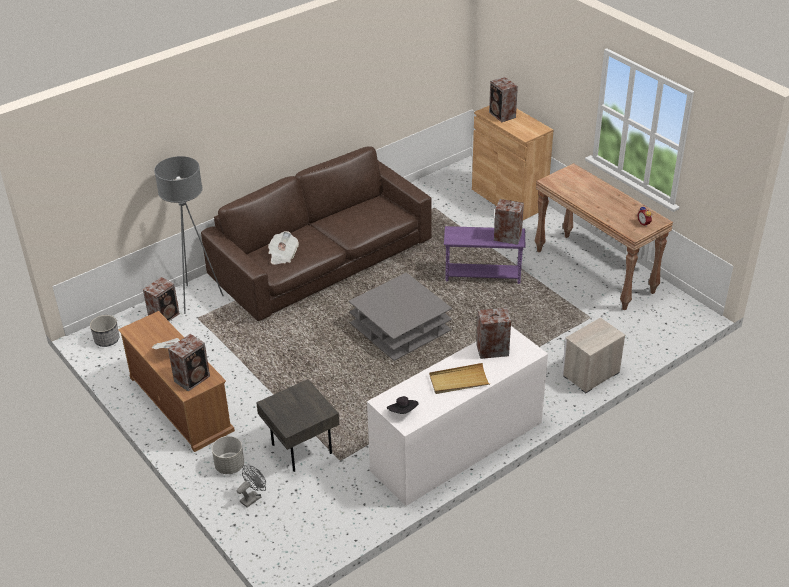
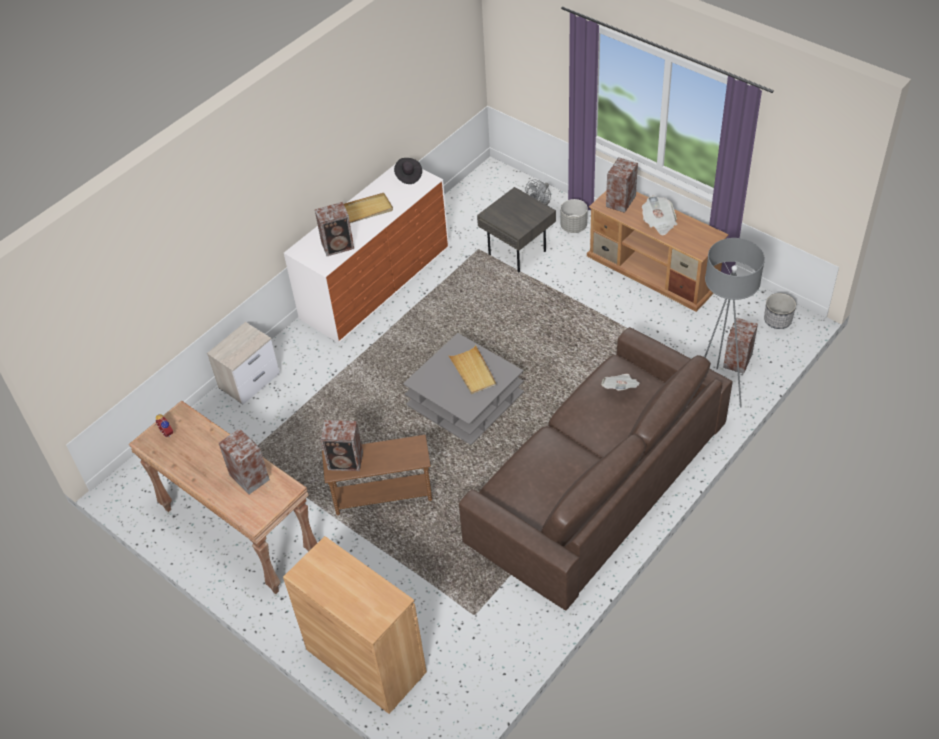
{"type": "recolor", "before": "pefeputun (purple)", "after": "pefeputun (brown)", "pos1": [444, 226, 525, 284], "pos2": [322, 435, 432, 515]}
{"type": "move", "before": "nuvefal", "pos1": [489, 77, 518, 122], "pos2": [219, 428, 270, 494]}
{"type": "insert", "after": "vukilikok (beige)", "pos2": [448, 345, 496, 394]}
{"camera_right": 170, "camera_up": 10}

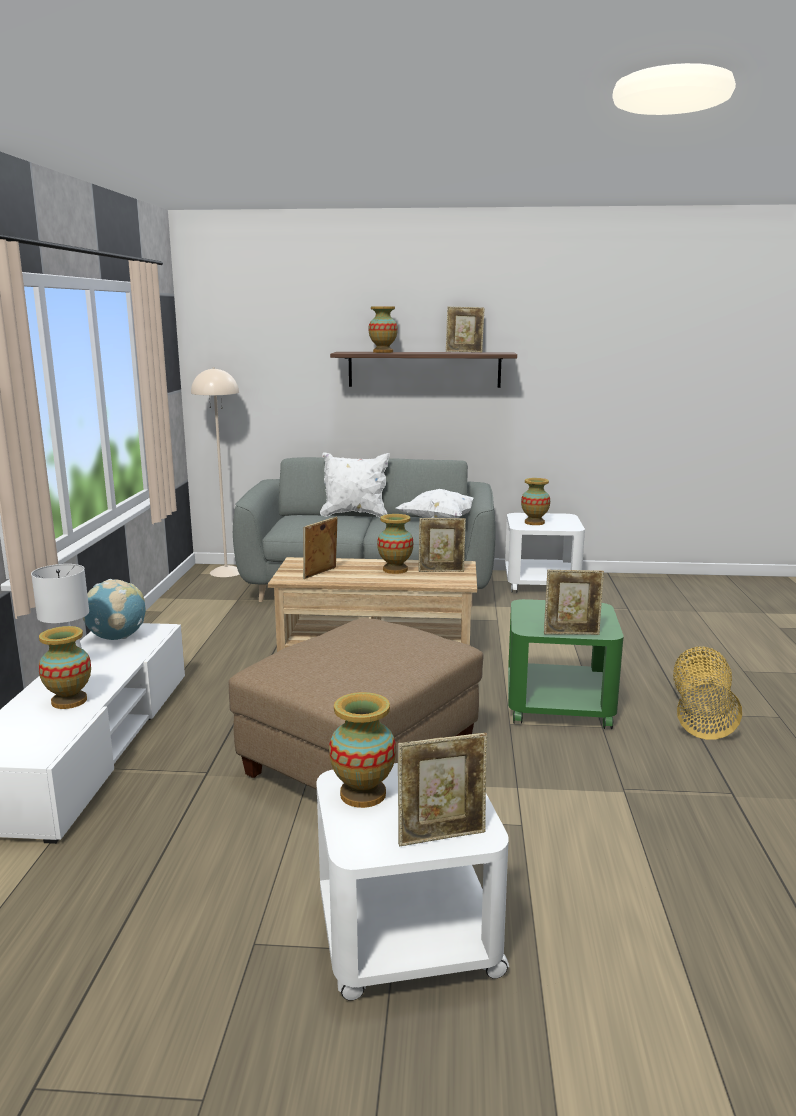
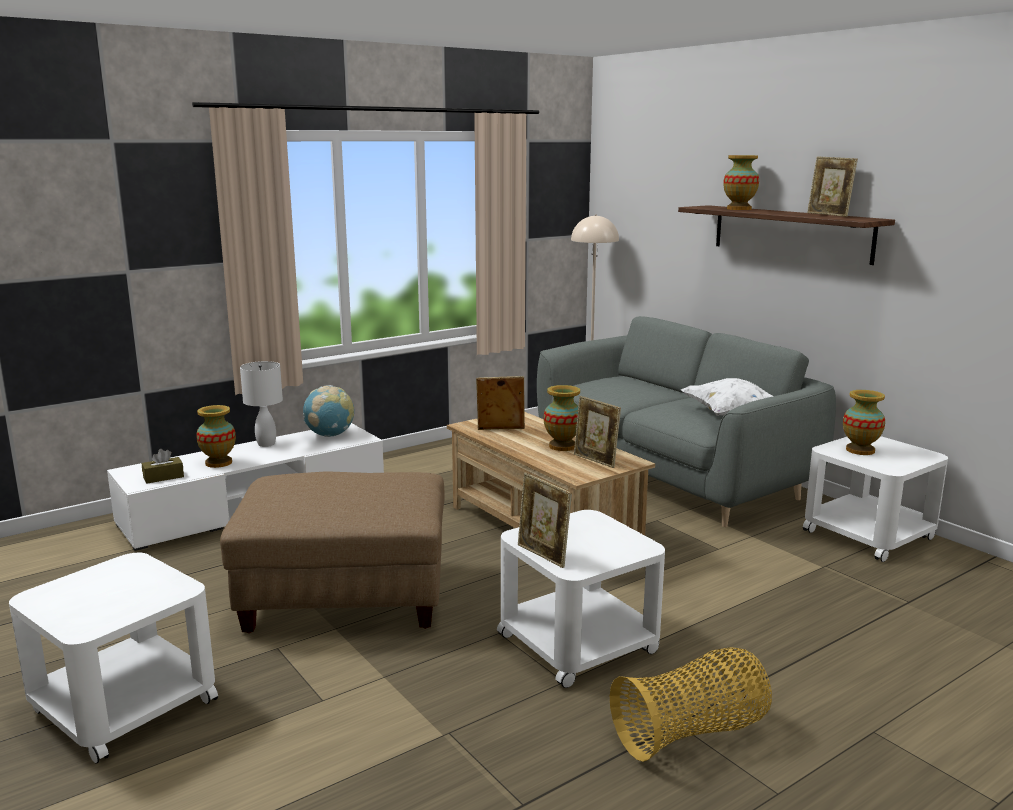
{"type": "delete", "before": "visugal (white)", "pos1": [320, 452, 390, 517]}
{"type": "delete", "before": "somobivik", "pos1": [329, 692, 396, 808]}
{"type": "delete", "before": "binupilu", "pos1": [398, 733, 487, 847]}
{"type": "recolor", "before": "pefeputun (green)", "after": "pefeputun (white)", "pos1": [508, 599, 624, 729], "pos2": [497, 510, 665, 688]}
{"type": "insert", "after": "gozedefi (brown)", "pos2": [142, 449, 184, 483]}
{"camera_right": 50, "camera_up": 0}

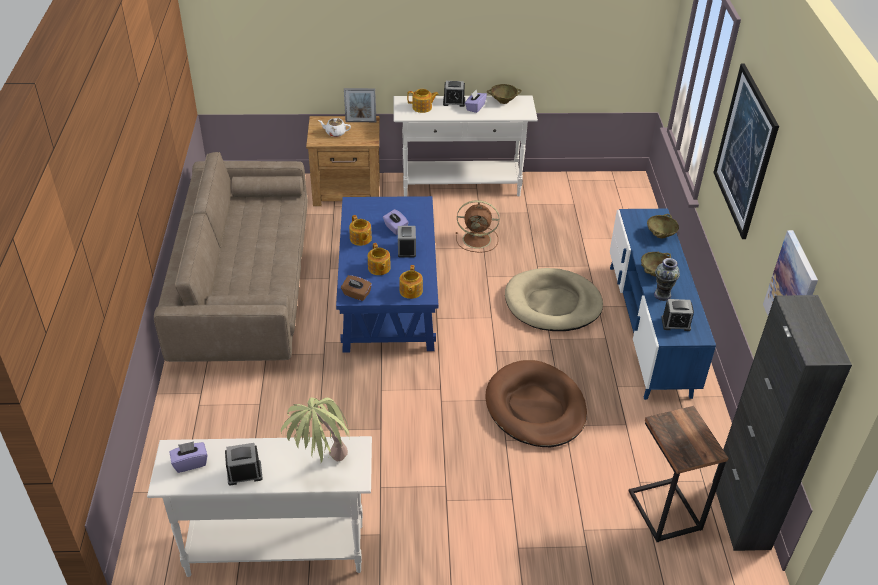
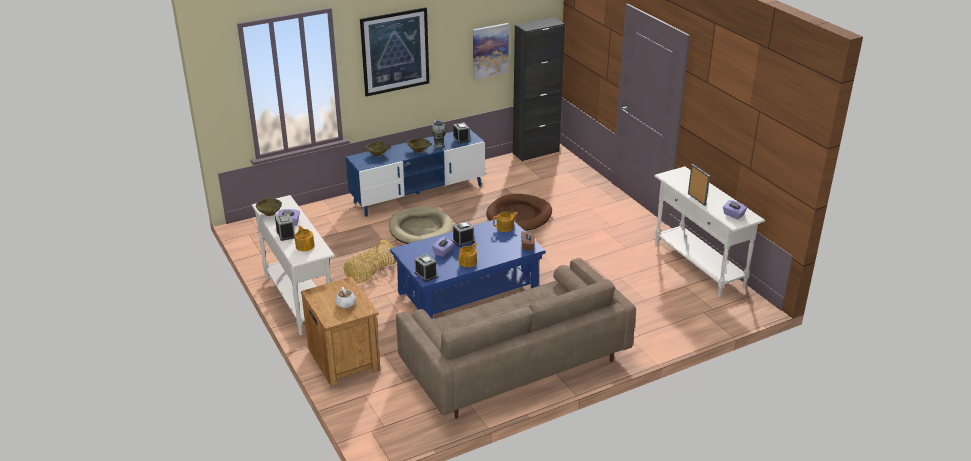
{"type": "move", "before": "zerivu", "pos1": [225, 443, 263, 486], "pos2": [414, 254, 437, 282]}
{"type": "delete", "before": "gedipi", "pos1": [281, 397, 350, 463]}
{"type": "move", "before": "binupilu", "pos1": [344, 88, 376, 122], "pos2": [688, 164, 710, 206]}
{"type": "delete", "before": "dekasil", "pos1": [368, 243, 391, 275]}
{"type": "replace", "before": "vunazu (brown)", "after": "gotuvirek", "pos1": [456, 200, 499, 253], "pos2": [344, 240, 396, 284]}
{"type": "delete", "before": "pefeputun", "pos1": [629, 406, 728, 542]}
{"camera_right": -115, "camera_up": -10}

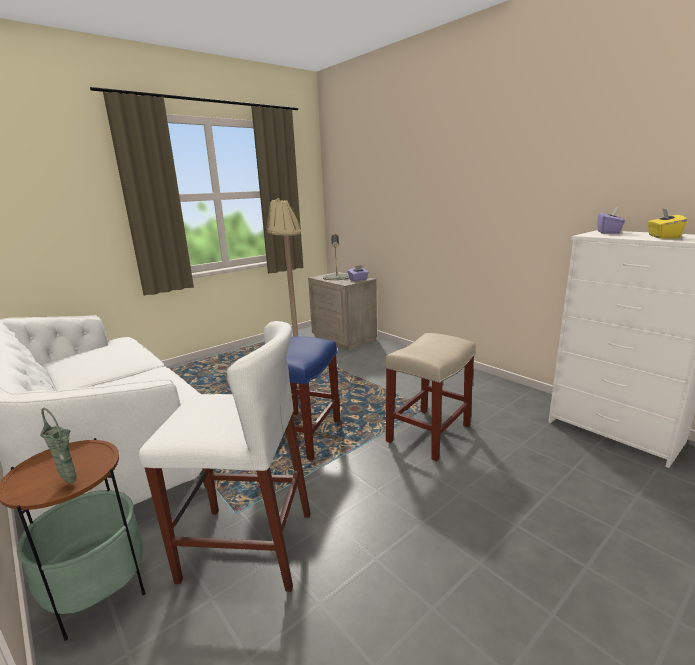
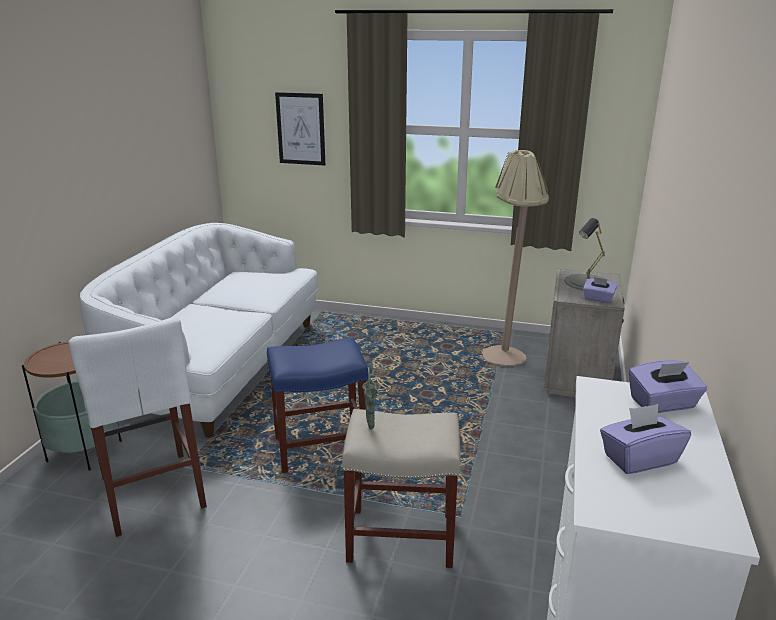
{"type": "move", "before": "somobivik (green)", "pos1": [40, 408, 76, 484], "pos2": [362, 367, 378, 430]}
{"type": "recolor", "before": "gozedefi (yellow)", "after": "gozedefi (purple)", "pos1": [648, 208, 688, 238], "pos2": [600, 404, 691, 474]}
{"type": "insert", "after": "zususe", "pos2": [275, 92, 325, 165]}
{"camera_right": 55, "camera_up": 5}

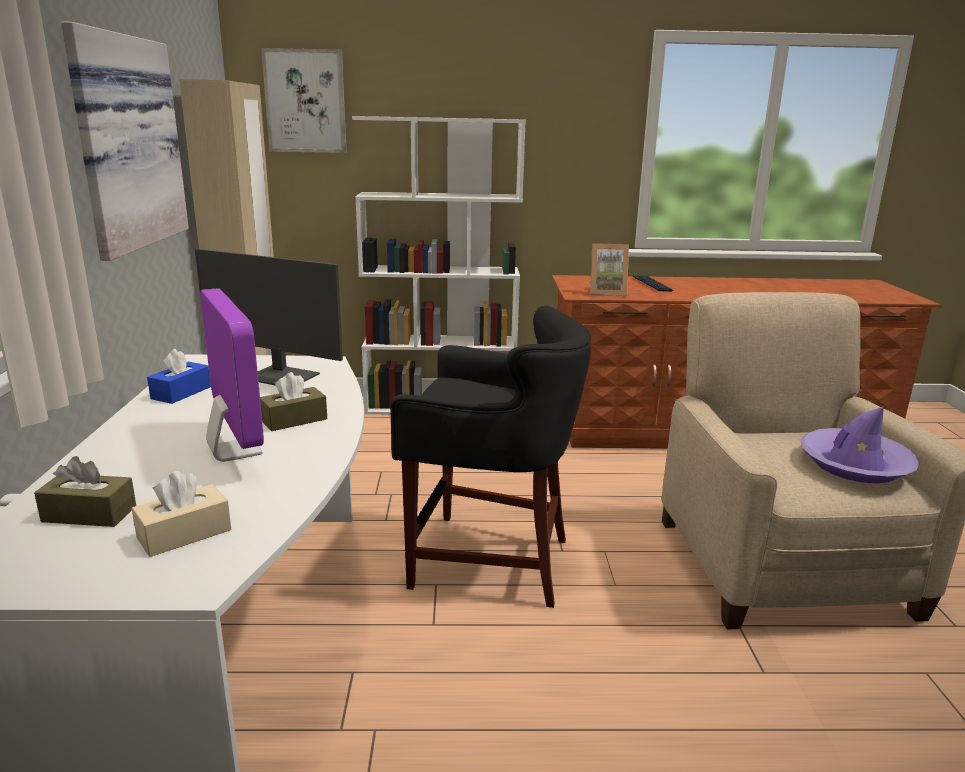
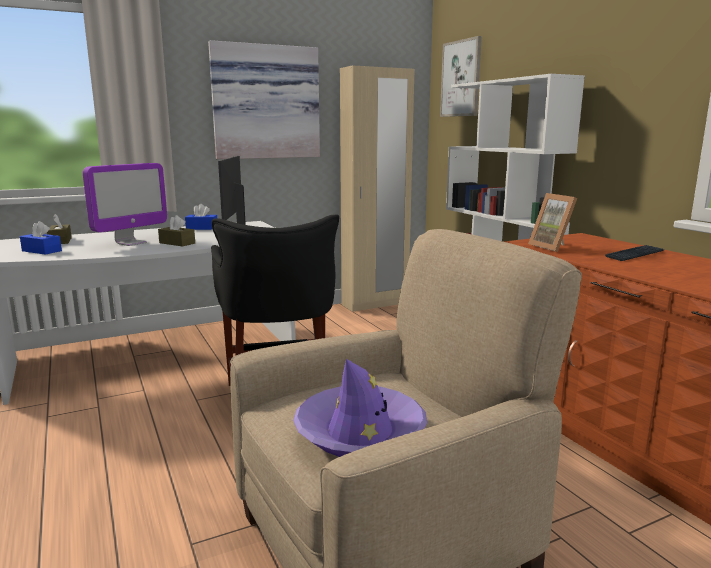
{"type": "recolor", "before": "gozedefi (beige)", "after": "gozedefi (blue)", "pos1": [132, 471, 231, 557], "pos2": [20, 221, 62, 255]}
{"camera_right": 65, "camera_up": -5}

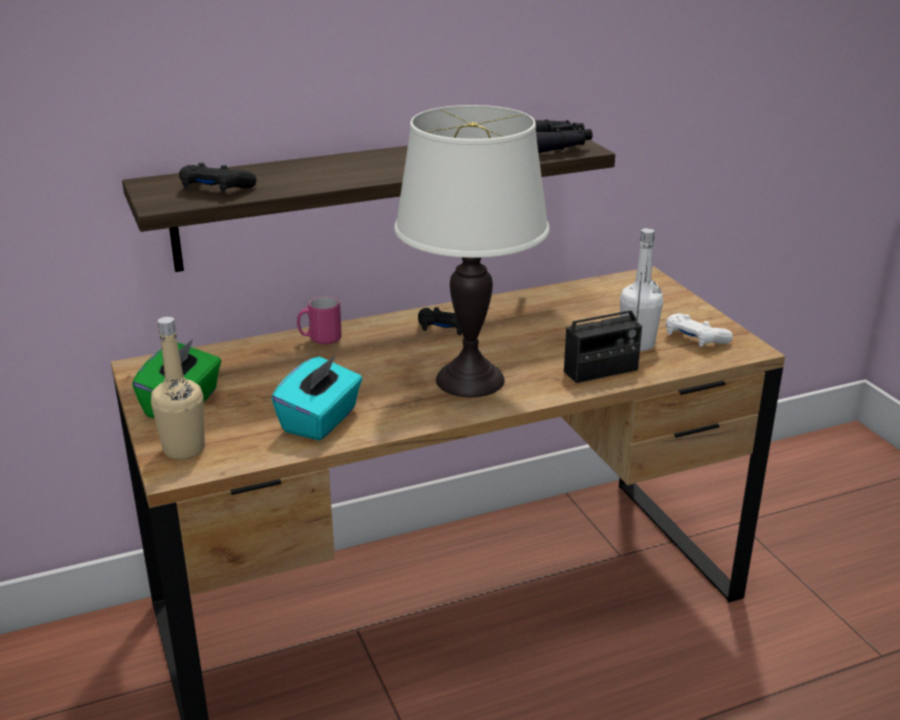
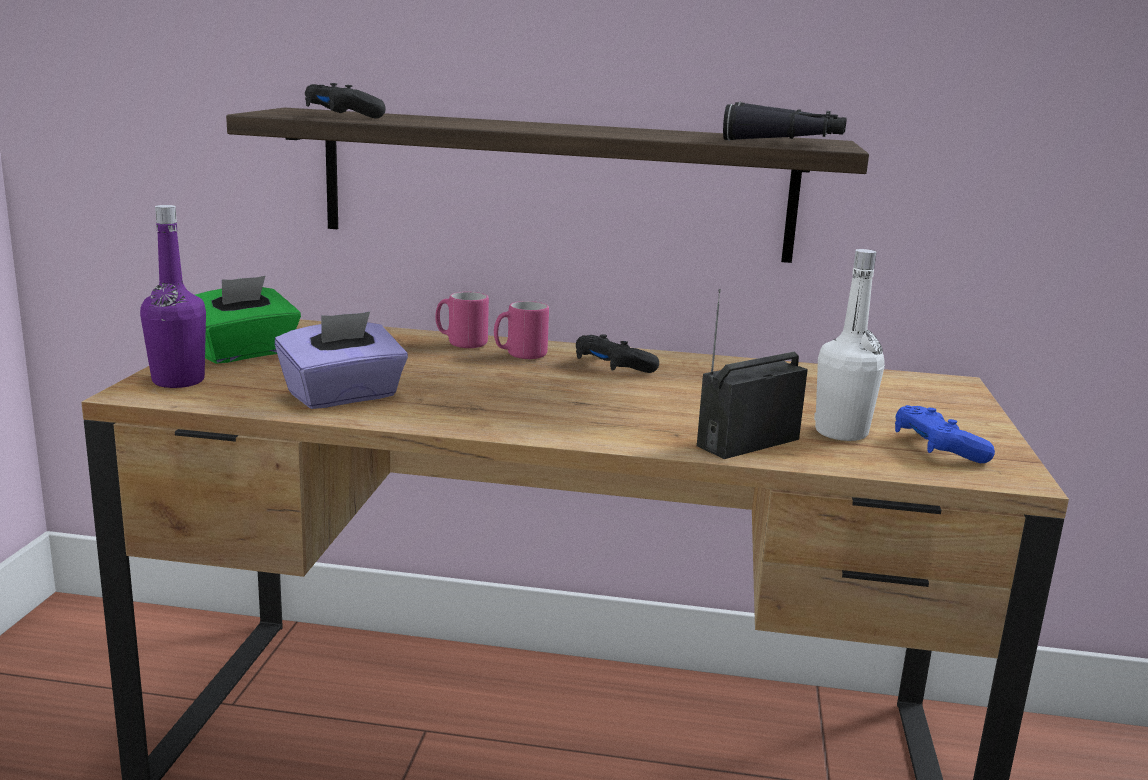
{"type": "recolor", "before": "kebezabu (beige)", "after": "kebezabu (purple)", "pos1": [151, 317, 205, 460], "pos2": [140, 205, 206, 388]}
{"type": "recolor", "before": "gozedefi (turquoise)", "after": "gozedefi (purple)", "pos1": [272, 355, 362, 441], "pos2": [275, 312, 408, 409]}
{"type": "delete", "before": "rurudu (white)", "pos1": [394, 105, 550, 397]}
{"type": "rotate", "before": "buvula", "pos1": [564, 272, 642, 383], "pos2": [697, 289, 808, 459], "turn": 135}
{"type": "recolor", "before": "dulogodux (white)", "after": "dulogodux (blue)", "pos1": [666, 313, 733, 347], "pos2": [895, 405, 995, 463]}
{"type": "insert", "after": "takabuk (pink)", "pos2": [494, 301, 549, 359]}
{"camera_right": 30, "camera_up": -10}

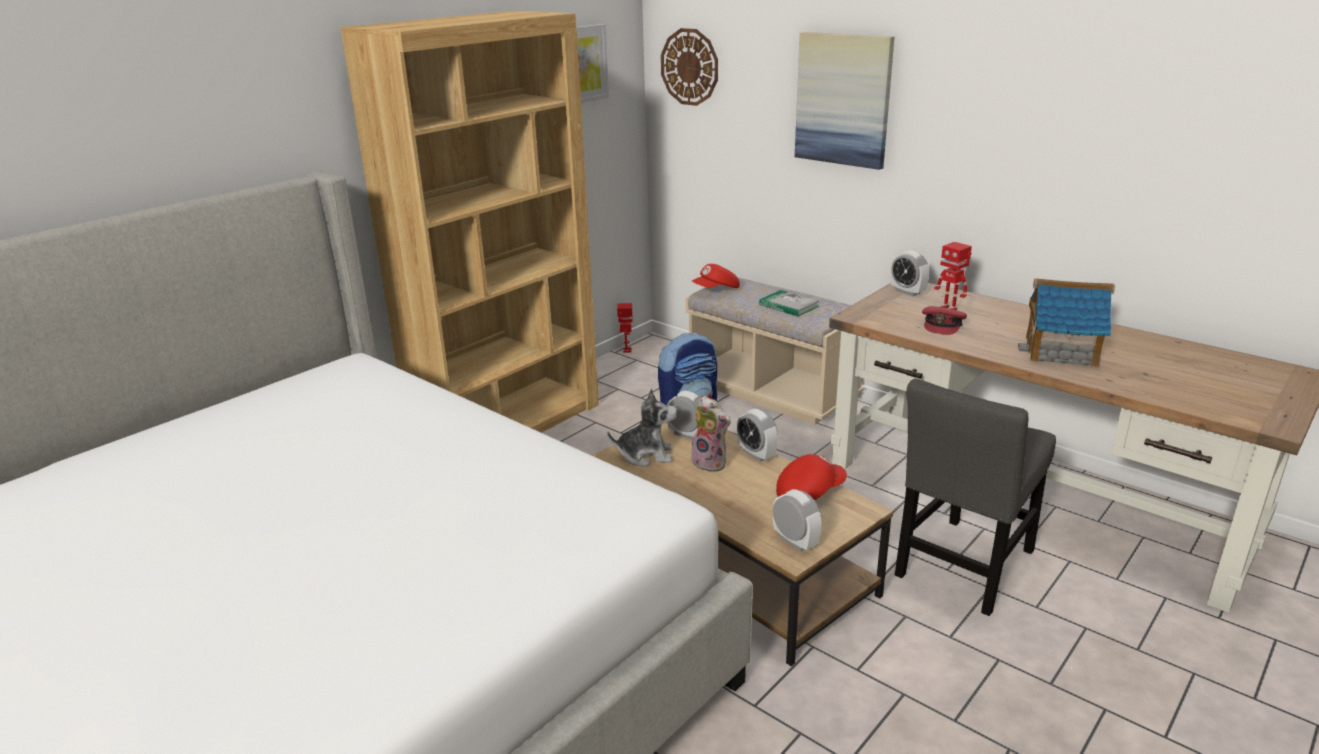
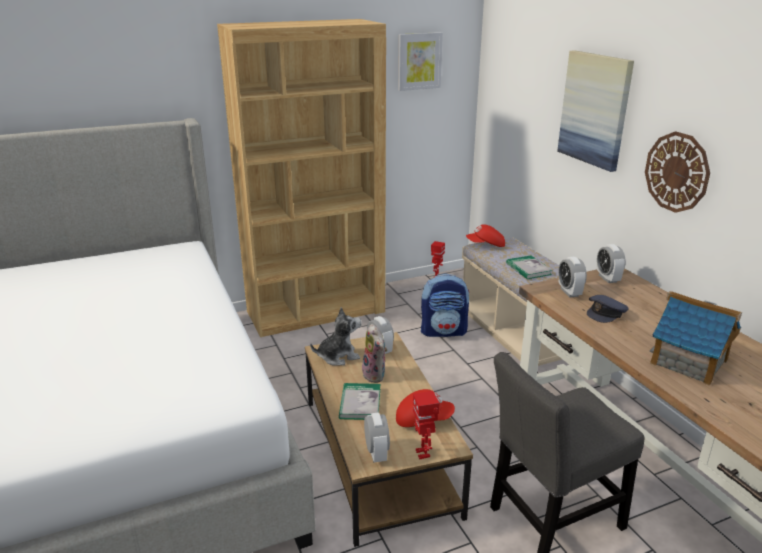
{"type": "rotate", "before": "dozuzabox", "pos1": [607, 389, 677, 467], "pos2": [310, 307, 362, 366], "turn": -45}
{"type": "move", "before": "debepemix", "pos1": [661, 28, 718, 106], "pos2": [645, 131, 710, 213]}
{"type": "move", "before": "zerivu", "pos1": [737, 409, 778, 462], "pos2": [558, 257, 587, 298]}
{"type": "recolor", "before": "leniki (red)", "after": "leniki (grey)", "pos1": [922, 306, 967, 335], "pos2": [587, 295, 628, 323]}
{"type": "move", "before": "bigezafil", "pos1": [934, 242, 972, 310], "pos2": [413, 391, 439, 460]}
{"type": "insert", "after": "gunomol", "pos2": [339, 383, 380, 420]}
{"camera_right": 25, "camera_up": 0}

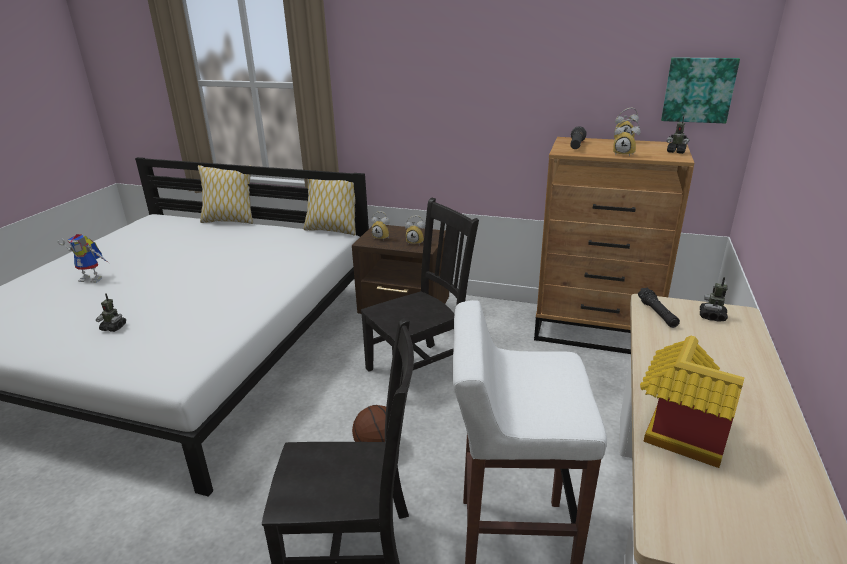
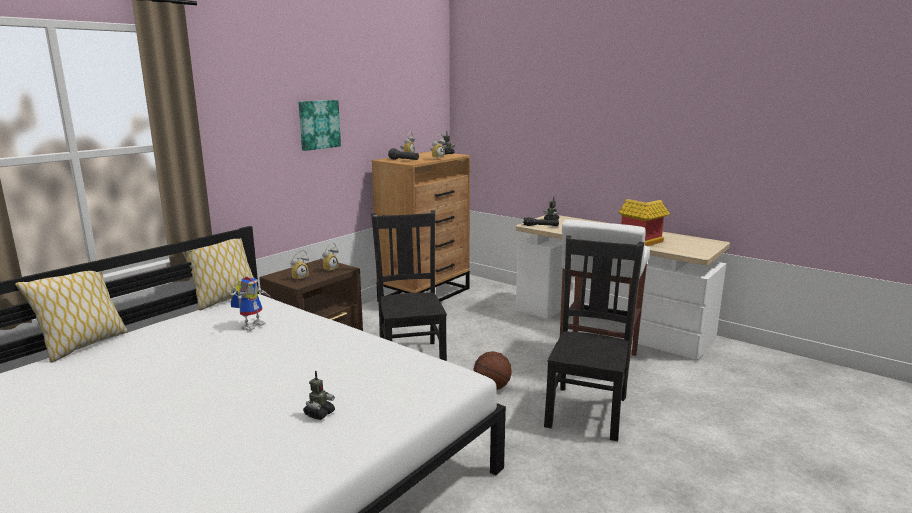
{"type": "move", "before": "bigezafil", "pos1": [57, 234, 109, 283], "pos2": [229, 277, 272, 331]}
{"type": "move", "before": "zususe", "pos1": [661, 57, 740, 123], "pos2": [298, 100, 341, 151]}
{"camera_right": -70, "camera_up": -10}

